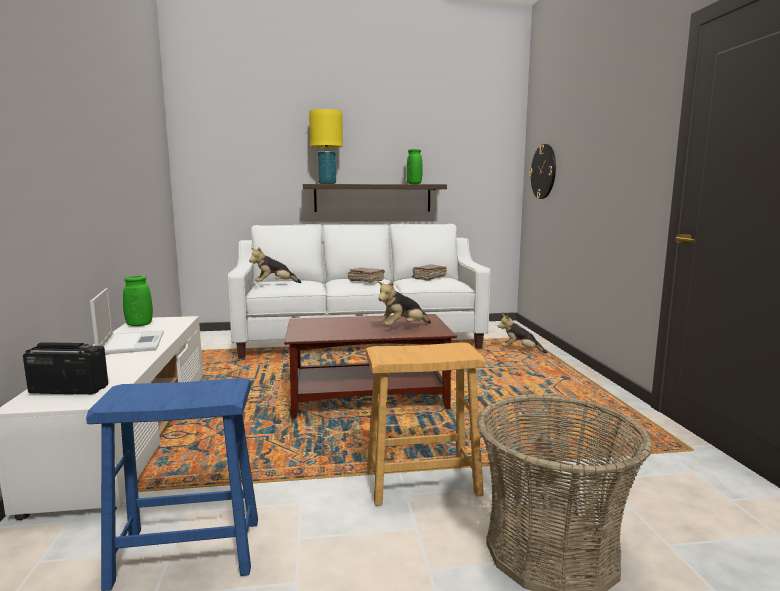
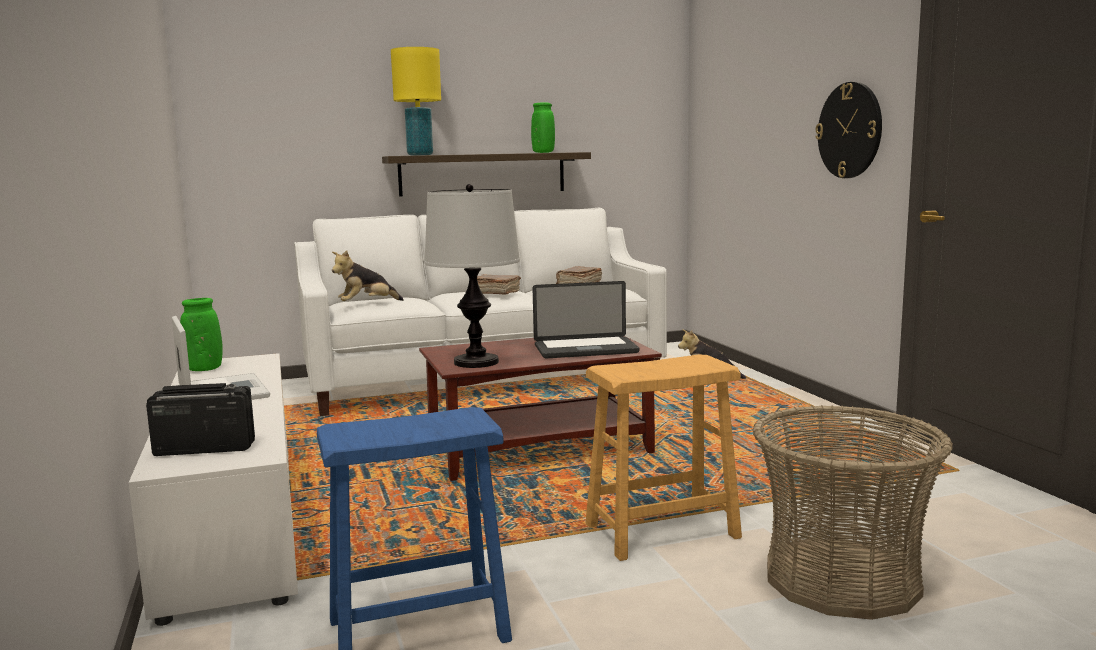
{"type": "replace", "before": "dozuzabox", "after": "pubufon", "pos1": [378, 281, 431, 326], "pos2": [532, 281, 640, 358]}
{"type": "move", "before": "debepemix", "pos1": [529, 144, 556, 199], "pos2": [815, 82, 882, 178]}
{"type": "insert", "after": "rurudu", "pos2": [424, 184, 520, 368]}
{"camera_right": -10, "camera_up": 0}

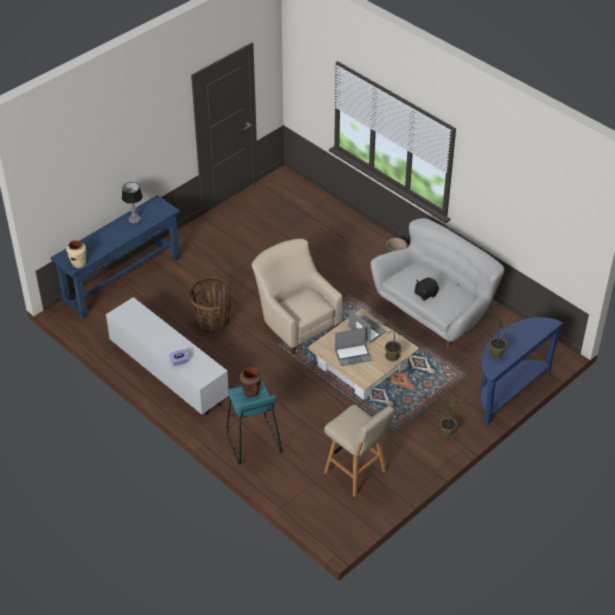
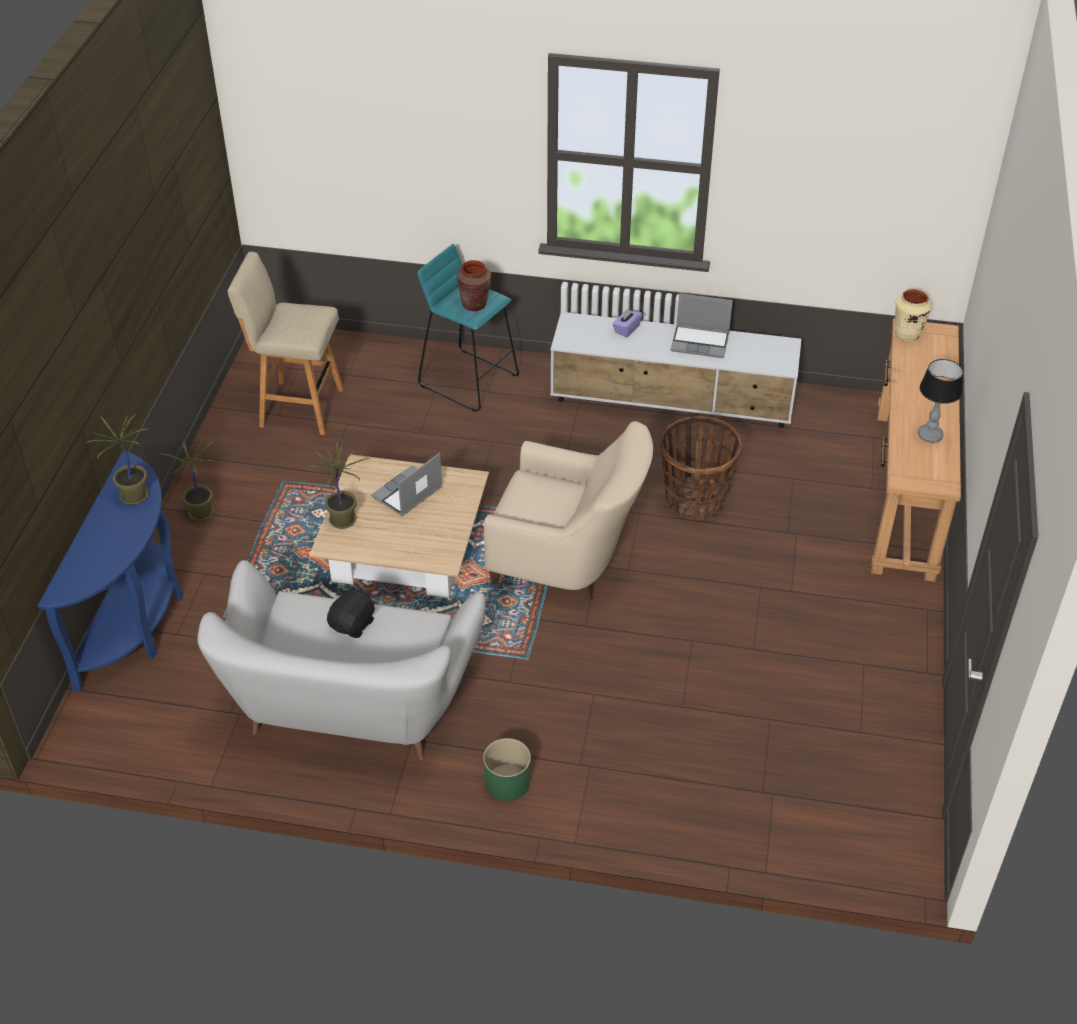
{"type": "recolor", "before": "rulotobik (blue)", "after": "rulotobik (brown)", "pos1": [51, 195, 181, 319], "pos2": [871, 318, 961, 582]}
{"type": "move", "before": "pubufon", "pos1": [348, 310, 386, 343], "pos2": [671, 293, 733, 358]}
{"camera_right": 145, "camera_up": 0}

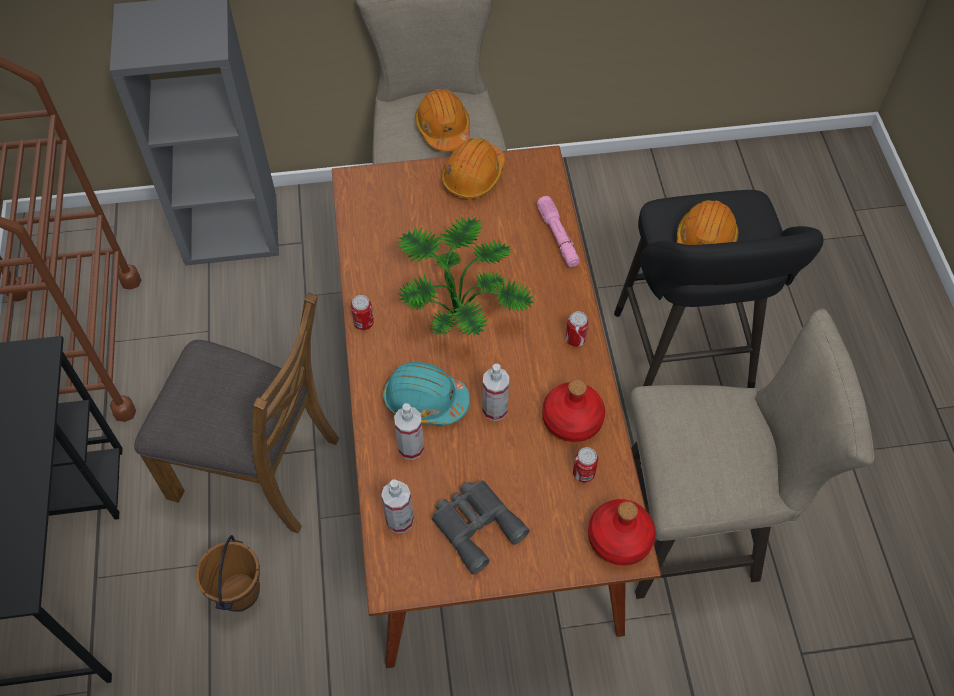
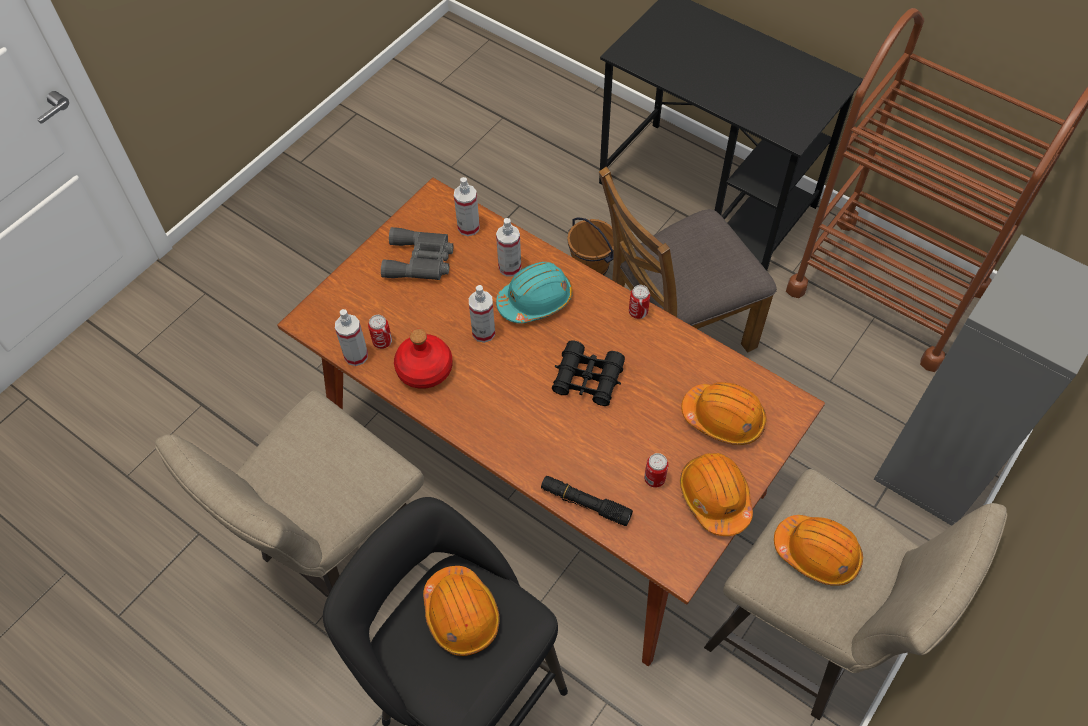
{"type": "replace", "before": "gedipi", "after": "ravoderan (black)", "pos1": [397, 216, 534, 338], "pos2": [552, 340, 625, 406]}
{"type": "recolor", "before": "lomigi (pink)", "after": "lomigi (black)", "pos1": [537, 196, 580, 267], "pos2": [541, 476, 633, 526]}
{"type": "move", "before": "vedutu", "pos1": [566, 311, 589, 347], "pos2": [644, 453, 669, 488]}
{"type": "delete", "before": "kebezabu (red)", "pos1": [588, 499, 656, 565]}
{"type": "insert", "after": "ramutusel", "pos2": [335, 309, 368, 366]}
{"type": "insert", "after": "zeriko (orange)", "pos2": [681, 382, 767, 445]}
{"camera_right": 135, "camera_up": 0}

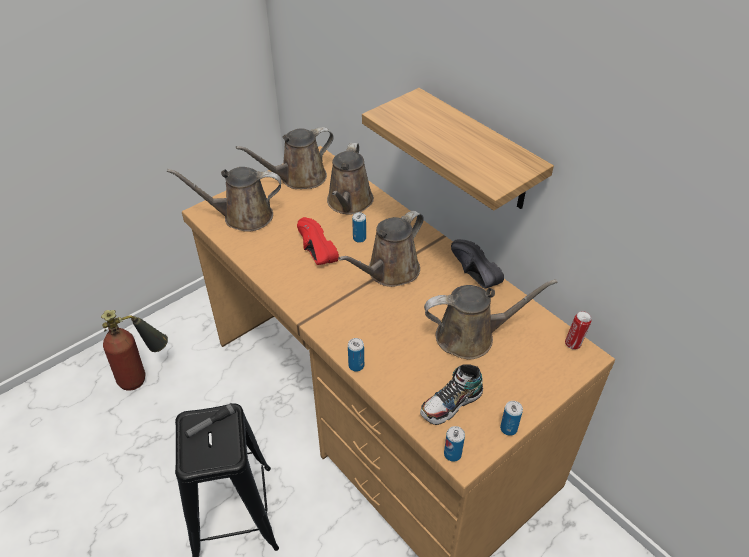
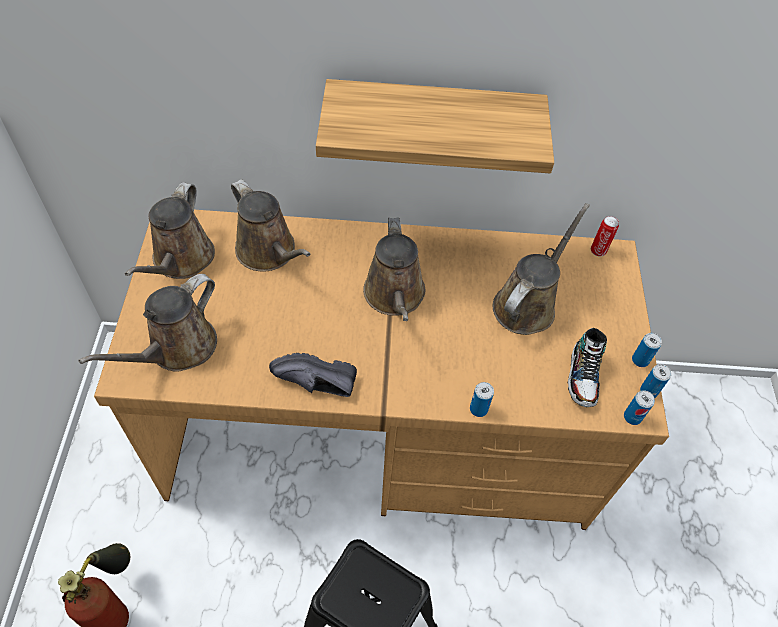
{"type": "delete", "before": "lomigi", "pos1": [184, 403, 236, 438]}
{"type": "delete", "before": "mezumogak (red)", "pos1": [297, 217, 339, 265]}
{"type": "move", "before": "vedutu", "pos1": [352, 212, 366, 243], "pos2": [640, 364, 671, 398]}
{"type": "move", "before": "mezumogak (black)", "pos1": [451, 239, 504, 289], "pos2": [269, 353, 357, 397]}
{"camera_right": -50, "camera_up": 10}

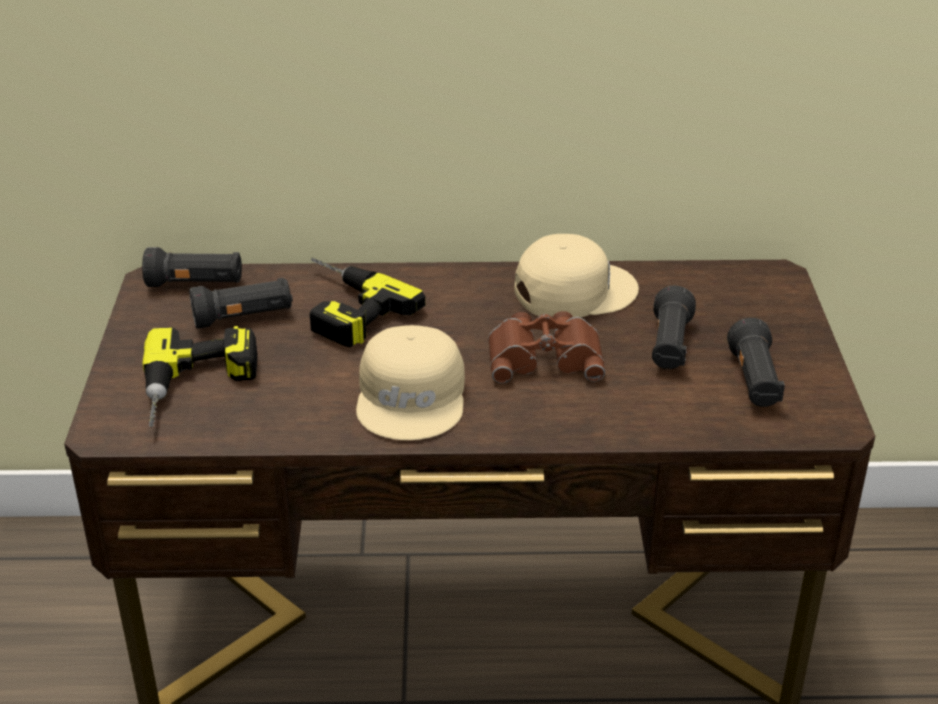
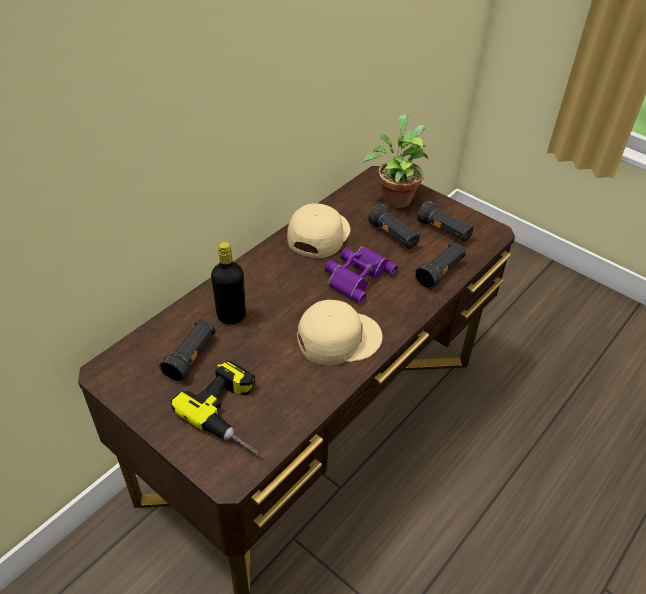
{"type": "move", "before": "lomigi (black)", "pos1": [142, 247, 242, 287], "pos2": [415, 242, 466, 289]}
{"type": "replace", "before": "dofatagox", "after": "kebezabu (black)", "pos1": [310, 257, 425, 347], "pos2": [211, 242, 246, 324]}
{"type": "rotate", "before": "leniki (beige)", "pos1": [356, 325, 465, 440], "pos2": [297, 300, 382, 365], "turn": -60}
{"type": "recolor", "before": "ravoderan (brown)", "after": "ravoderan (purple)", "pos1": [488, 311, 605, 383], "pos2": [325, 246, 398, 303]}
{"type": "insert", "after": "gedipi", "pos2": [364, 114, 428, 208]}
{"camera_right": -50, "camera_up": 10}

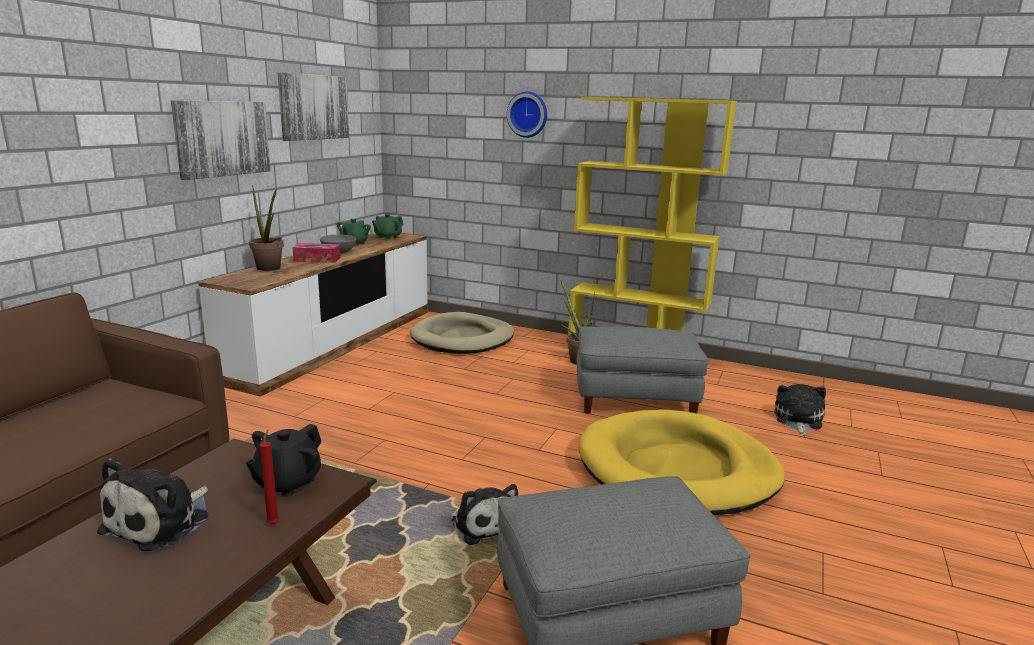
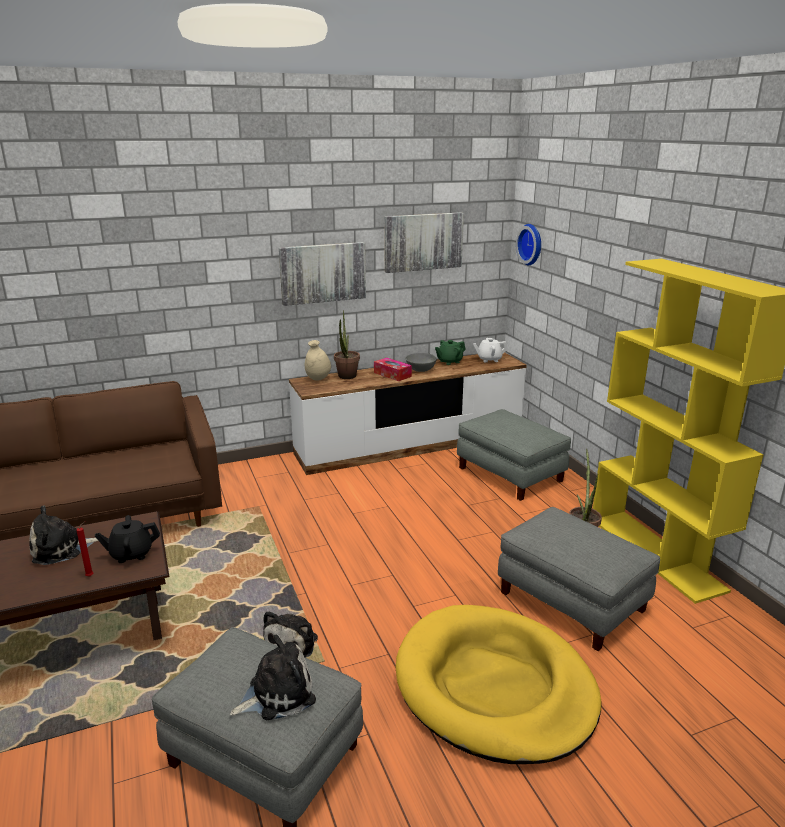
{"type": "recolor", "before": "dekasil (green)", "after": "dekasil (white)", "pos1": [372, 214, 404, 240], "pos2": [473, 338, 508, 362]}
{"type": "replace", "before": "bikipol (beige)", "after": "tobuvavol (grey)", "pos1": [410, 312, 514, 354], "pos2": [457, 409, 571, 501]}
{"type": "move", "before": "debepemix", "pos1": [507, 91, 547, 138], "pos2": [516, 224, 541, 265]}
{"type": "move", "before": "dozuzabox", "pos1": [774, 384, 826, 436], "pos2": [230, 634, 316, 720]}
{"type": "insert", "after": "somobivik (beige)", "pos2": [305, 340, 331, 381]}
{"camera_right": 45, "camera_up": 5}

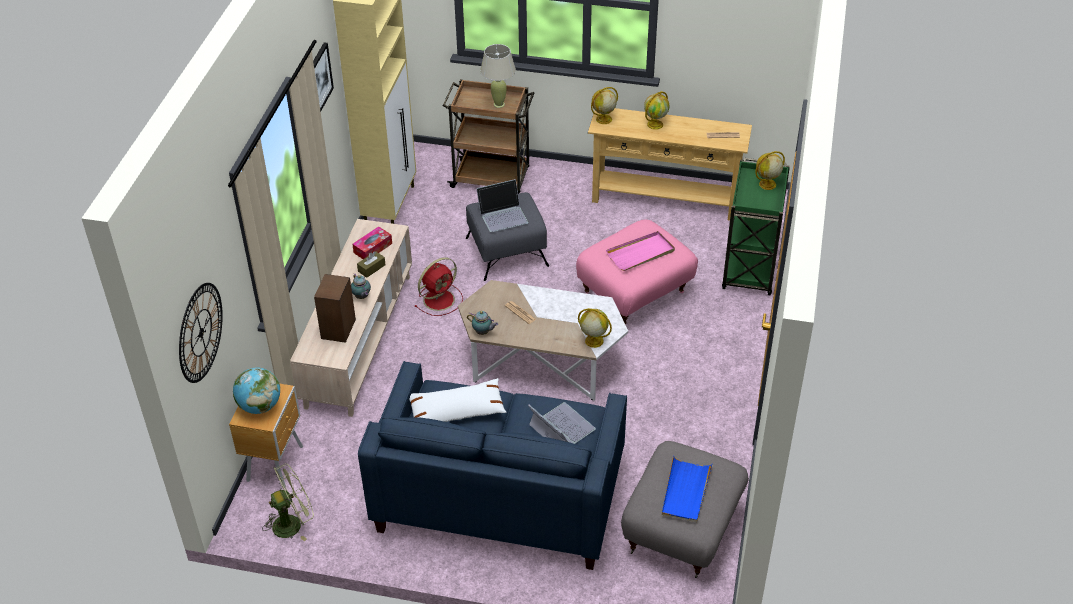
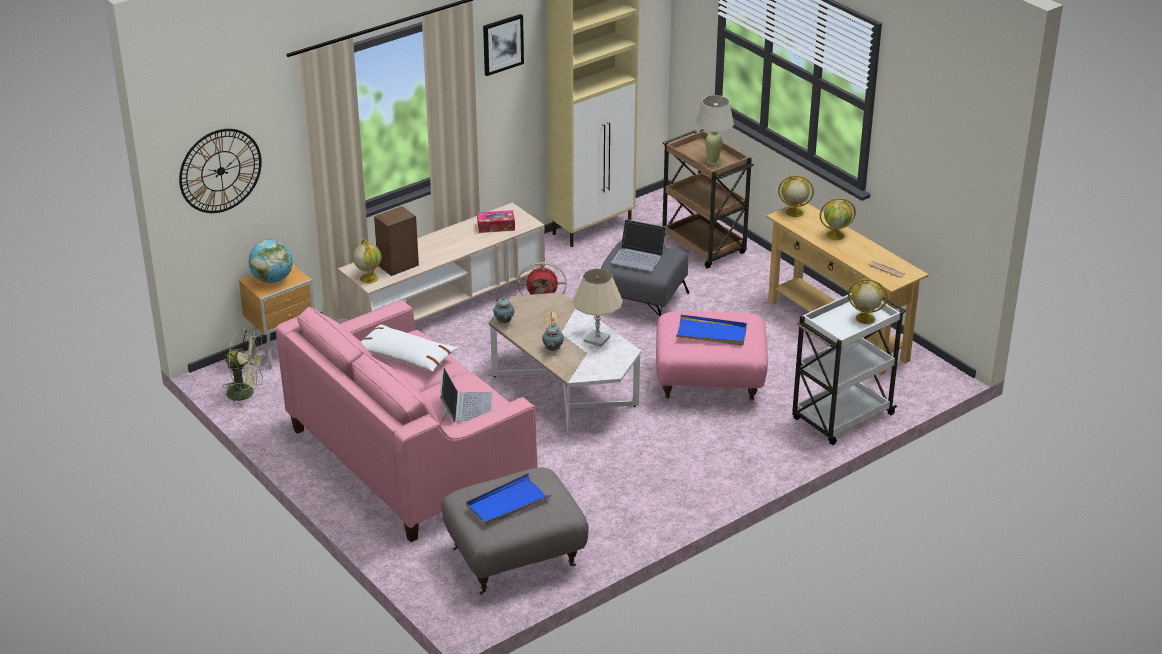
{"type": "move", "before": "dekasil", "pos1": [351, 273, 371, 299], "pos2": [542, 323, 564, 351]}
{"type": "delete", "before": "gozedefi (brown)", "pos1": [357, 251, 385, 278]}
{"type": "recolor", "before": "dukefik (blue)", "after": "dukefik (pink)", "pos1": [358, 361, 627, 570], "pos2": [276, 300, 537, 542]}
{"type": "move", "before": "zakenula", "pos1": [578, 308, 612, 348], "pos2": [353, 239, 381, 284]}
{"type": "recolor", "before": "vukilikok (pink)", "after": "vukilikok (blue)", "pos1": [606, 231, 675, 271], "pos2": [676, 314, 747, 346]}
{"type": "recolor", "before": "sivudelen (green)", "after": "sivudelen (white)", "pos1": [722, 158, 790, 296], "pos2": [792, 293, 906, 445]}
{"type": "insert", "after": "rurudu (beige)", "pos2": [572, 268, 623, 347]}
{"camera_right": 40, "camera_up": -10}

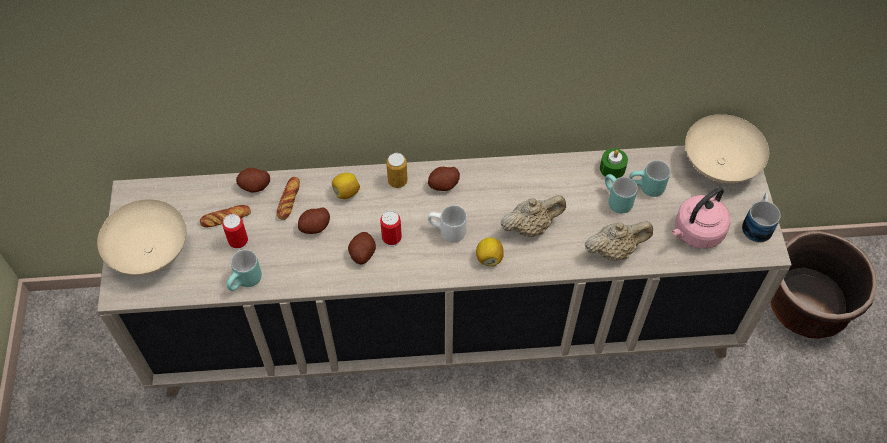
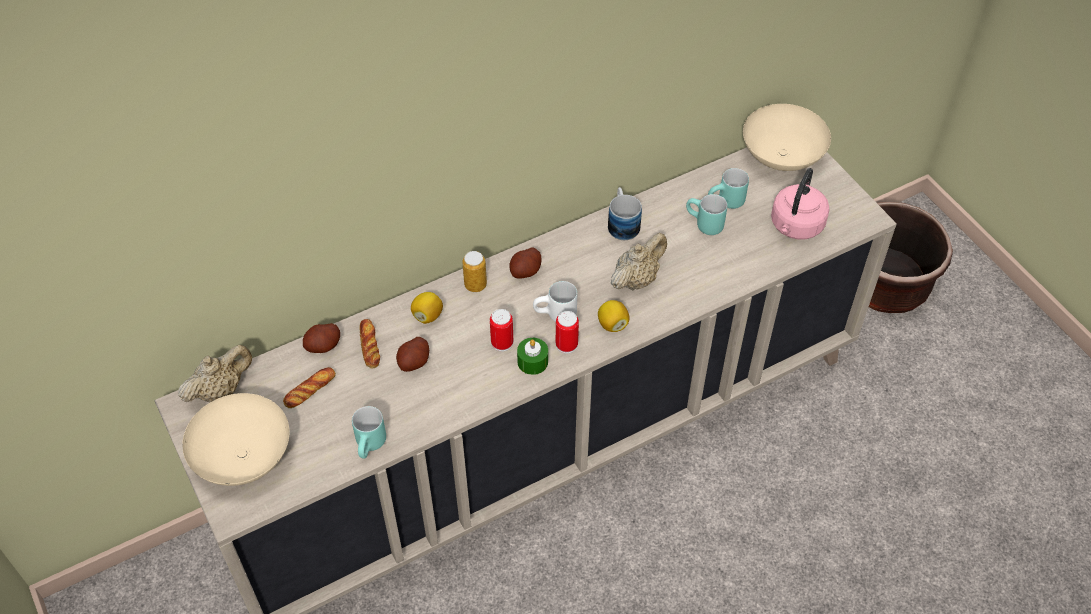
{"type": "move", "before": "vedutu", "pos1": [222, 214, 248, 250], "pos2": [556, 311, 579, 354]}
{"type": "delete", "before": "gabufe", "pos1": [348, 232, 376, 264]}
{"type": "move", "before": "dekasil (beige)", "pos1": [585, 221, 653, 261], "pos2": [178, 345, 252, 402]}
{"type": "move", "before": "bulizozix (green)", "pos1": [600, 148, 628, 179], "pos2": [517, 338, 548, 375]}
{"type": "move", "before": "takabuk", "pos1": [742, 193, 781, 242], "pos2": [608, 187, 642, 240]}
{"camera_right": -25, "camera_up": -5}

